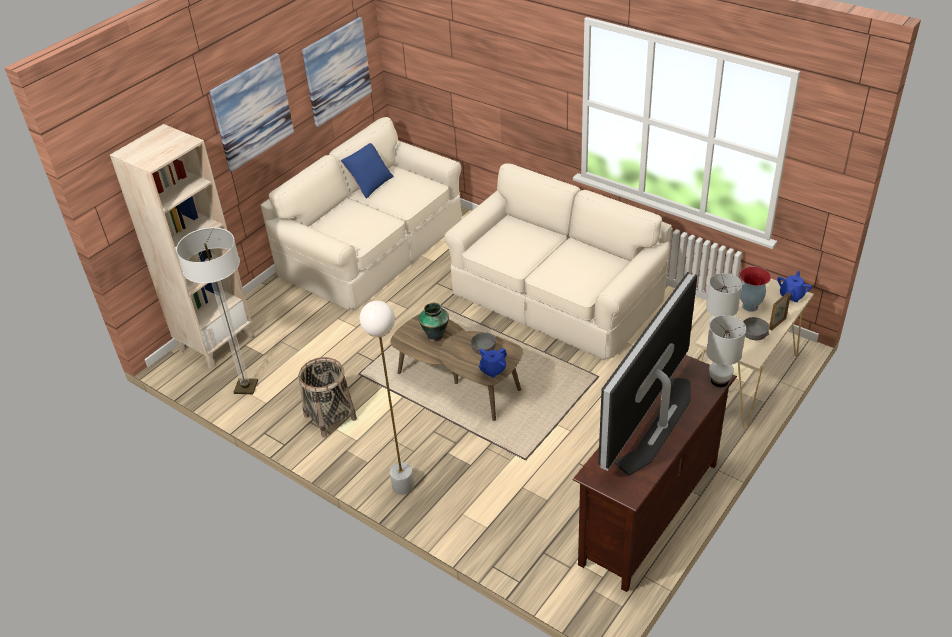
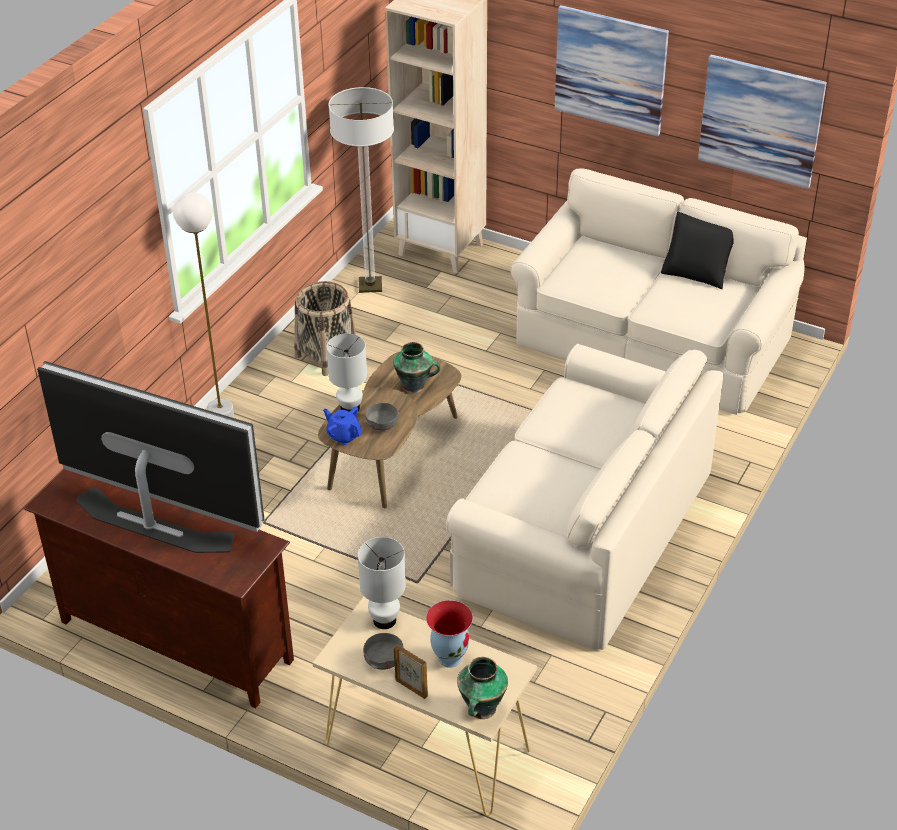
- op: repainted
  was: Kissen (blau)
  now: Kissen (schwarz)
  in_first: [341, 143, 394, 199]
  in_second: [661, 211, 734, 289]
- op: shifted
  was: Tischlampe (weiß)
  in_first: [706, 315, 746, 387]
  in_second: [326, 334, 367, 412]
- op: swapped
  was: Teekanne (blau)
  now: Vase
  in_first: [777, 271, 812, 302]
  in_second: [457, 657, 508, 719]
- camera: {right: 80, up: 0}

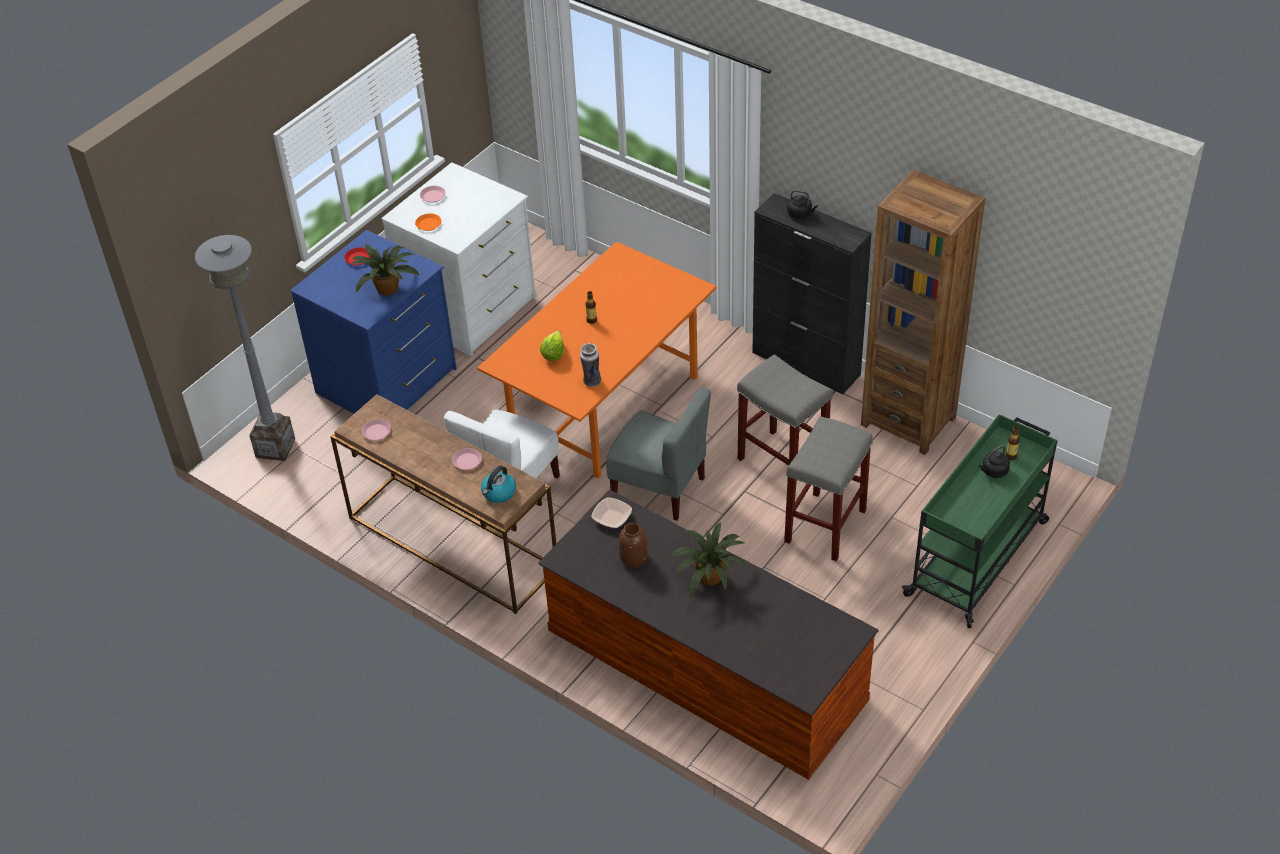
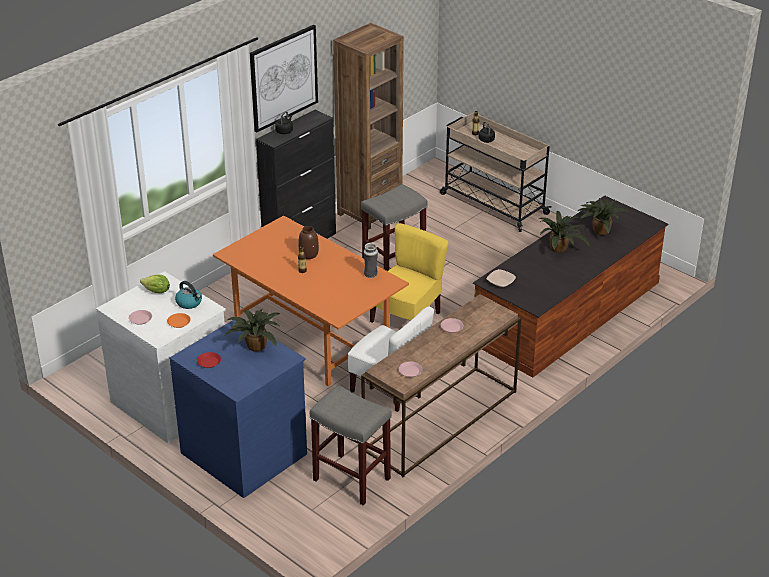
- op: gone
  was: Stehlampe (grau)
  in_first: [195, 235, 295, 461]
- op: shifted
  was: Wasserkessel
  in_first: [481, 466, 516, 503]
  in_second: [175, 281, 202, 309]
- op: shifted
  was: Salatkopf
  in_first: [540, 331, 564, 361]
  in_second: [140, 274, 170, 293]
- op: repainted
  was: Stuhl (grau)
  now: Stuhl (gelb)
  in_first: [606, 387, 711, 521]
  in_second: [370, 223, 449, 323]
- op: shifted
  was: Vase (braun)
  in_first: [618, 523, 648, 568]
  in_second: [299, 226, 319, 259]
- op: shifted
  was: Hocker (grau)
  in_first: [784, 416, 873, 561]
  in_second: [310, 385, 392, 505]
- op: repainted
  was: Rollwagen (grün)
  now: Rollwagen (beige)
  in_first: [902, 414, 1057, 628]
  in_second: [440, 112, 552, 232]
- op: new
  now: Bild
  in_second: [250, 25, 318, 133]
- op: new
  now: Topfpflanze
  in_second: [578, 198, 628, 235]
- camera: {right: -85, up: -10}

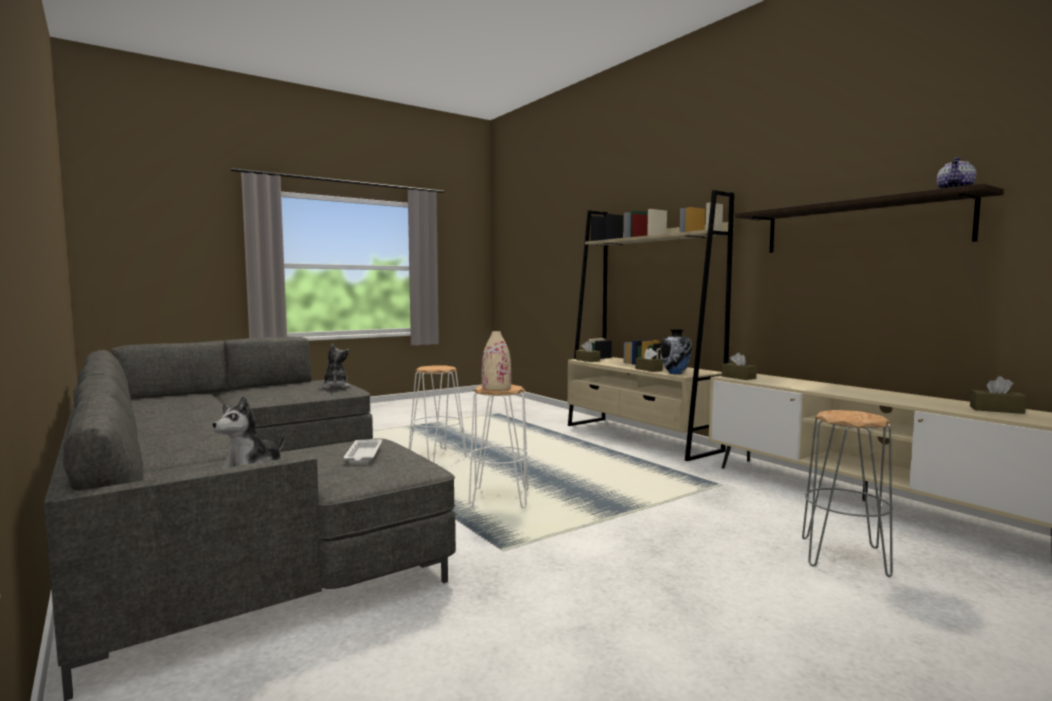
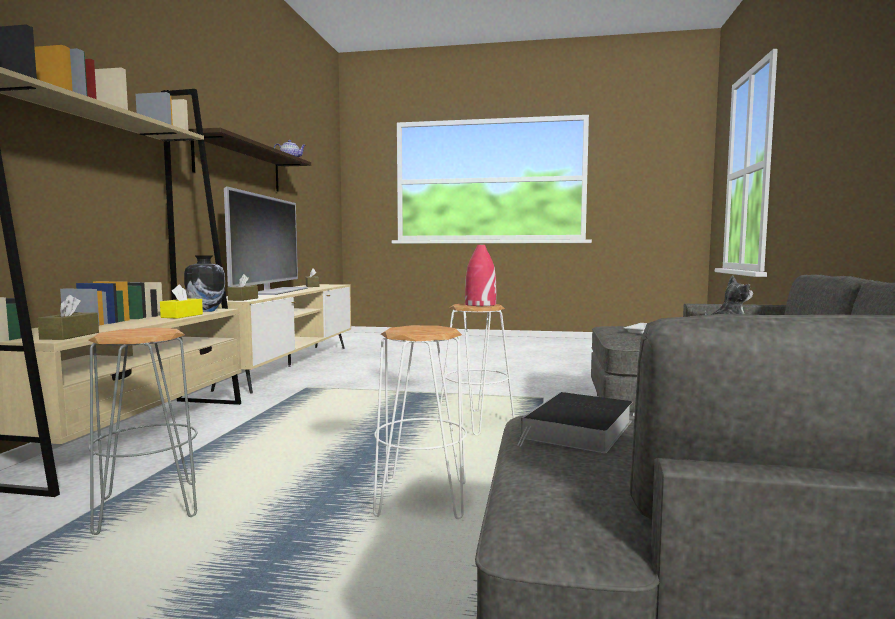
- op: swapped
  was: Plüschtier
  now: Buch
  in_first: [322, 344, 350, 389]
  in_second: [517, 392, 632, 454]
- op: repainted
  was: Vase (beige)
  now: Vase (rot)
  in_first: [482, 331, 511, 390]
  in_second: [465, 245, 496, 306]
- op: repainted
  was: Taschentuchbox (braun)
  now: Taschentuchbox (gelb)
  in_first: [635, 348, 663, 372]
  in_second: [160, 284, 203, 318]
- op: shifted
  was: Hocker (grau)
  in_first: [802, 410, 893, 577]
  in_second: [88, 328, 197, 535]
- op: new
  now: Fernseher
  in_second: [224, 186, 307, 295]
- camera: {right: -135, up: 0}

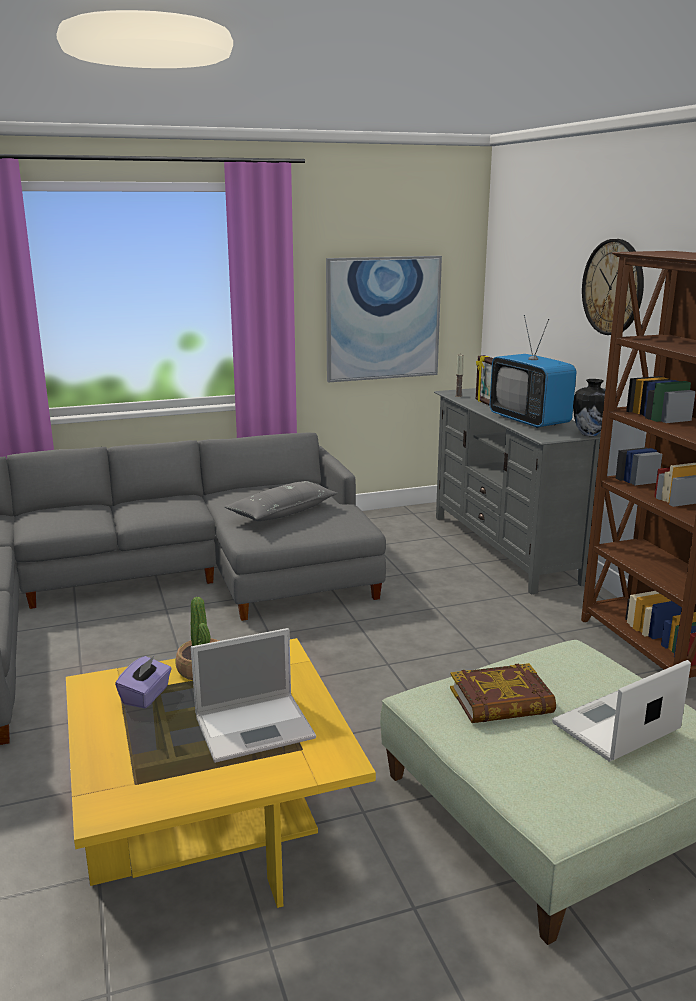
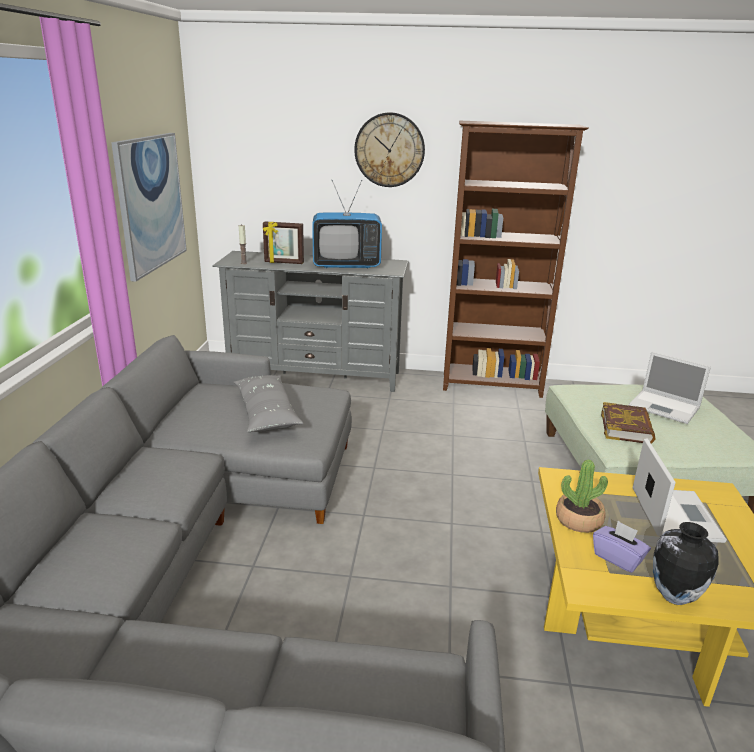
- op: rotated
  was: Laptop
  in_first: [552, 660, 691, 762]
  in_second: [628, 352, 711, 424]
  clockwise: -45
- op: shifted
  was: Vase
  in_first: [573, 379, 605, 436]
  in_second: [653, 522, 719, 605]
- camera: {right: -65, up: 5}

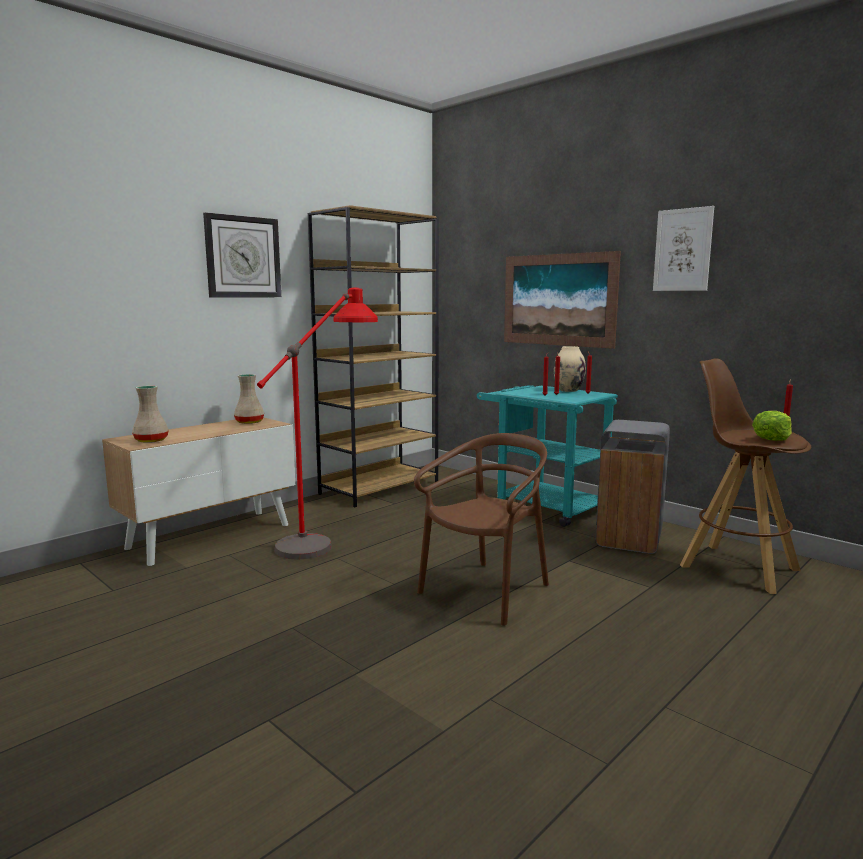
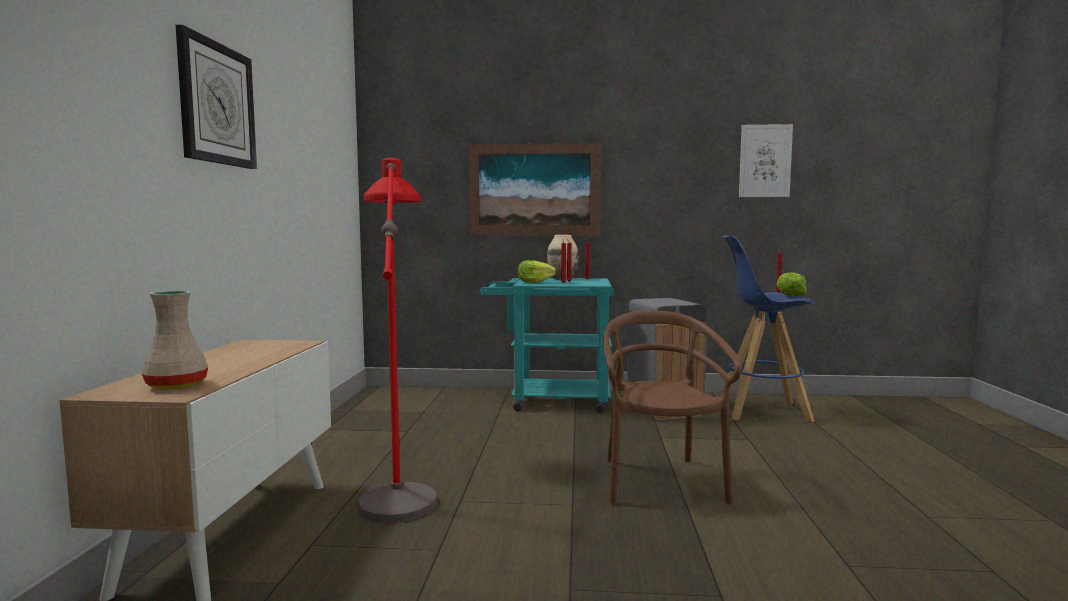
- op: gone
  was: Vase (beige)
  in_first: [234, 374, 264, 424]
- op: gone
  was: Bücherregal (braun)
  in_first: [308, 205, 439, 507]
- op: shifted
  was: Bild
  in_first: [653, 206, 714, 291]
  in_second: [739, 124, 793, 197]
- op: repainted
  was: Hocker (braun)
  now: Hocker (blau)
  in_first: [680, 358, 811, 594]
  in_second: [721, 235, 815, 422]
- op: new
  now: Salatkopf
  in_second: [518, 260, 556, 283]
- camera: {right: -40, up: -5}

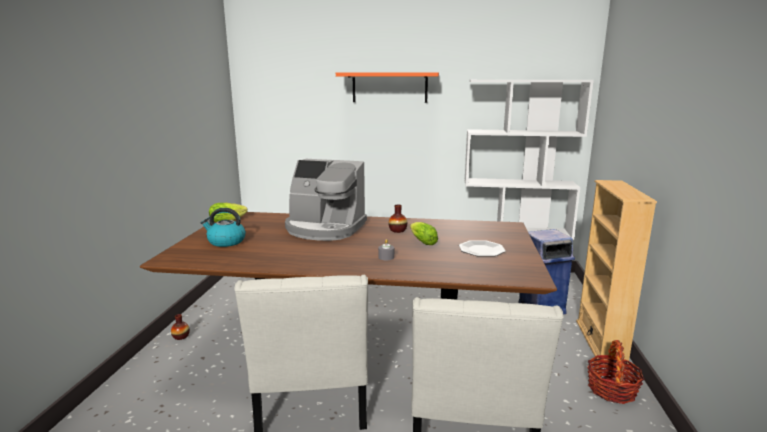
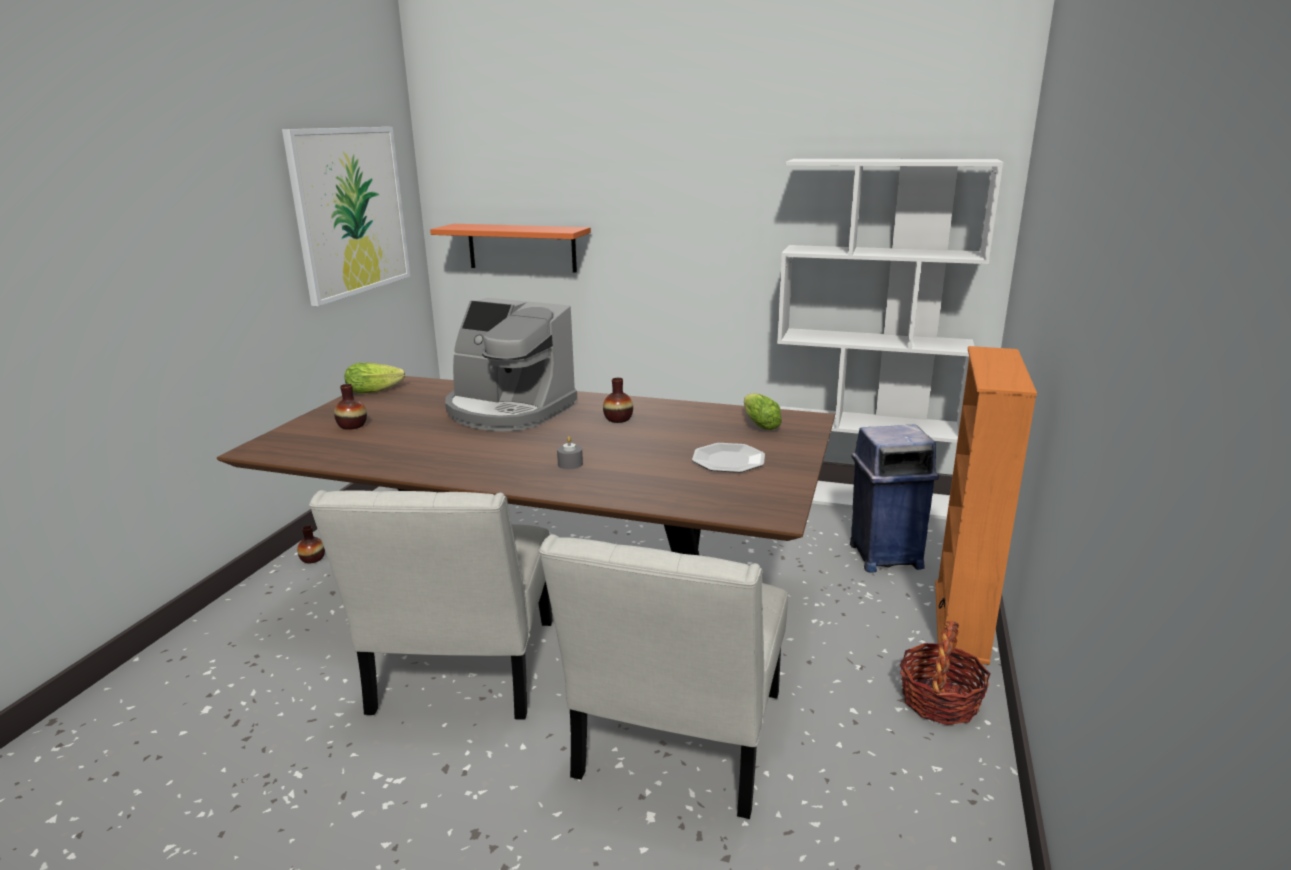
- op: swapped
  was: Wasserkessel
  now: Vase
  in_first: [201, 208, 246, 247]
  in_second: [334, 384, 367, 430]
- op: shifted
  was: Wandregal (orange)
  in_first: [336, 72, 439, 103]
  in_second: [430, 224, 591, 273]
- op: shifted
  was: Salatkopf
  in_first: [410, 222, 438, 245]
  in_second: [744, 393, 782, 430]
- op: repainted
  was: Bücherregal (beige)
  now: Bücherregal (orange)
  in_first: [576, 180, 657, 364]
  in_second: [935, 346, 1037, 665]
- op: new
  now: Bild
  in_second: [282, 127, 410, 306]
- camera: {right: 10, up: 5}

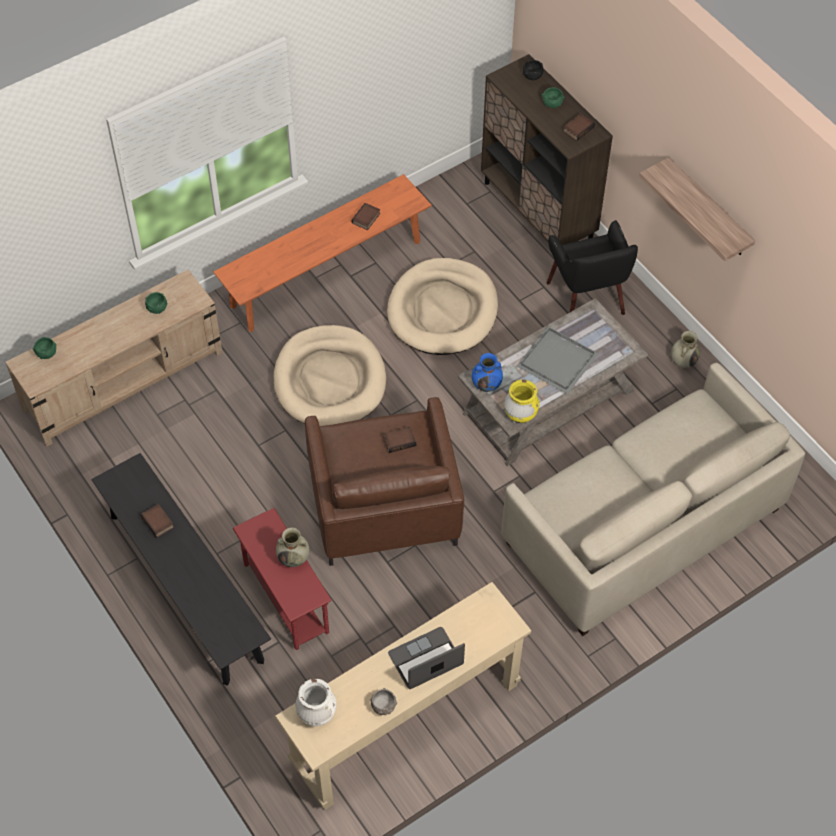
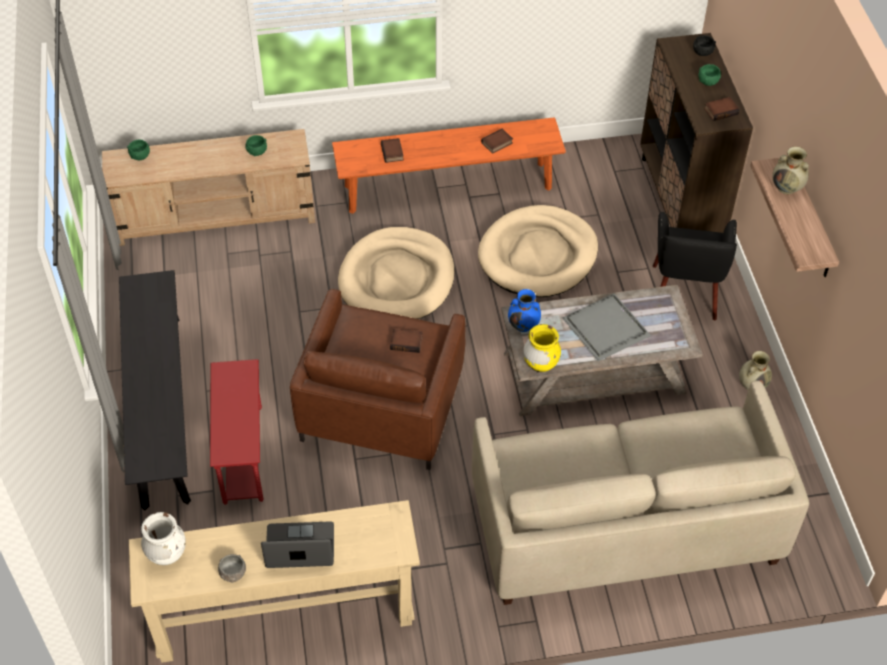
- op: shifted
  was: Buch
  in_first: [141, 504, 174, 538]
  in_second: [381, 138, 404, 163]
- op: shifted
  was: Vase (beige)
  in_first: [276, 527, 309, 567]
  in_second: [772, 146, 809, 194]
- camera: {right: 25, up: -5}

